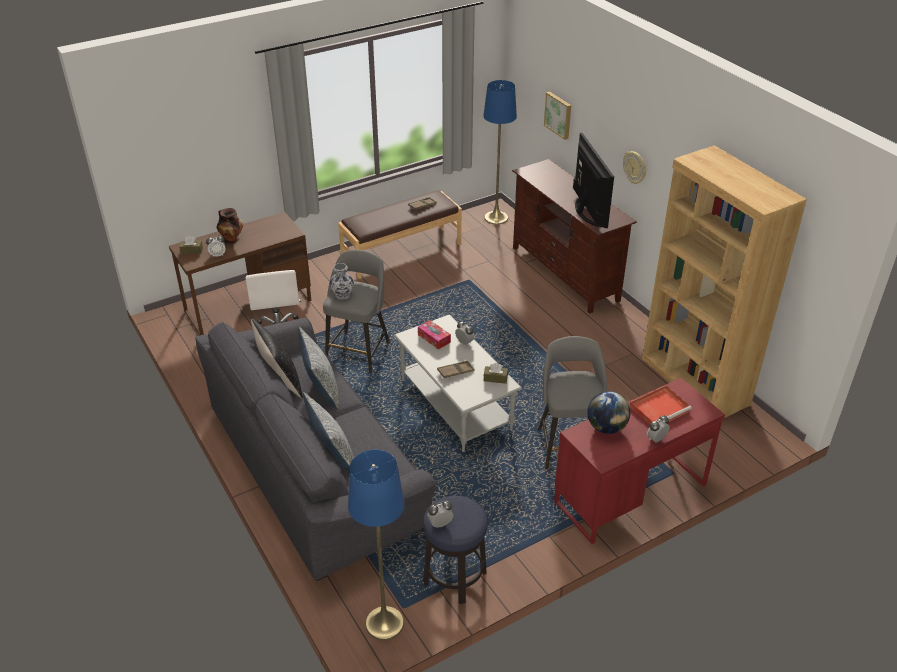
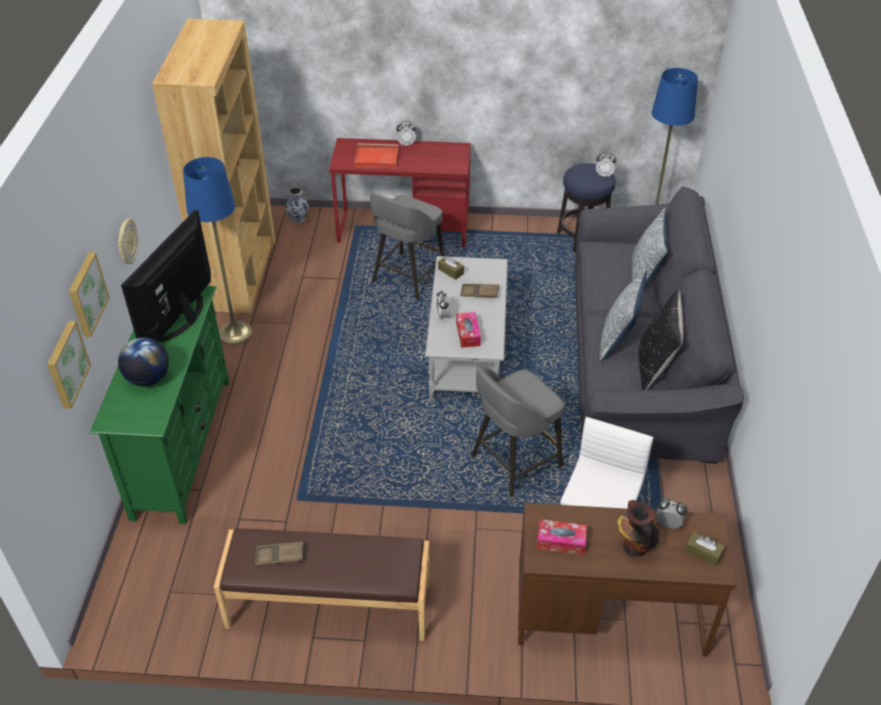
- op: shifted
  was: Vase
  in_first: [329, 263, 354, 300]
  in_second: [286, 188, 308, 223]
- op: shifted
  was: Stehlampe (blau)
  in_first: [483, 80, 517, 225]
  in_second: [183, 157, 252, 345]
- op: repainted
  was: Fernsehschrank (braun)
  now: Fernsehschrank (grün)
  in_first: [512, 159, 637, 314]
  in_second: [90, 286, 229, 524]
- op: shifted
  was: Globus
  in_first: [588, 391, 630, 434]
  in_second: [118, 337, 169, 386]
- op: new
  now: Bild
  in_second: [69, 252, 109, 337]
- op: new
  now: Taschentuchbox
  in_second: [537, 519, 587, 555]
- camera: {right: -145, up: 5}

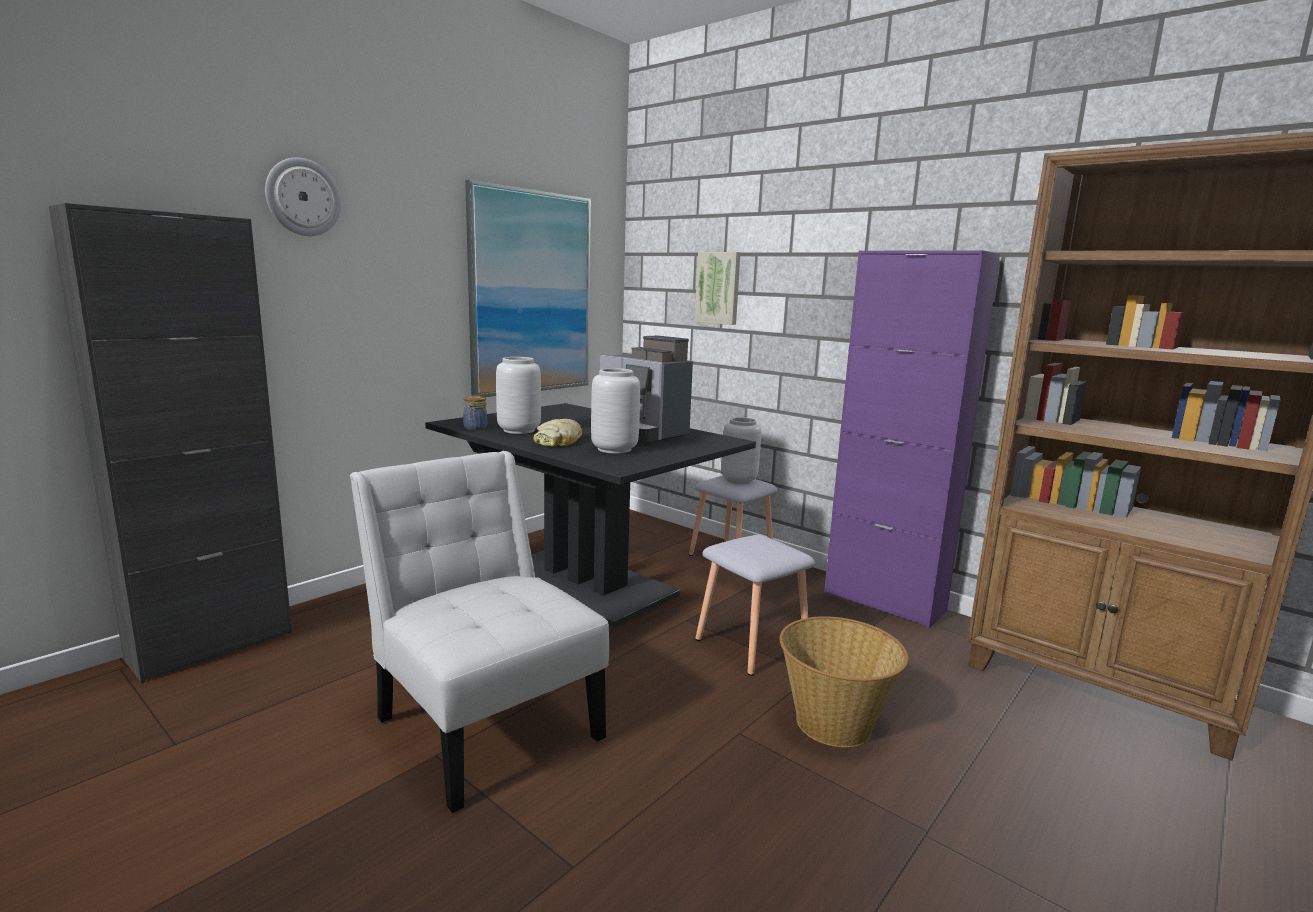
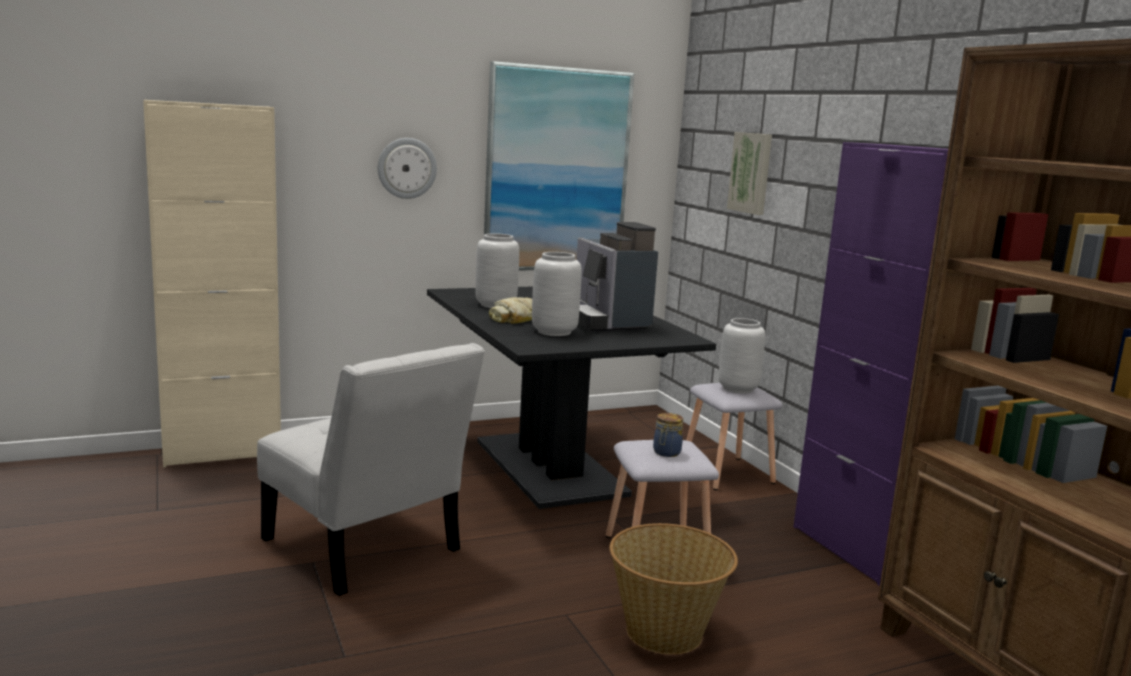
- op: repainted
  was: Schrank (schwarz)
  now: Schrank (beige)
  in_first: [49, 203, 292, 683]
  in_second: [143, 100, 281, 467]
- op: shifted
  was: Wanduhr
  in_first: [265, 157, 341, 236]
  in_second: [378, 138, 437, 199]
- op: rotated
  was: Stuhl (weiß)
  in_first: [350, 451, 609, 813]
  in_second: [257, 343, 485, 596]
  clockwise: 150
- op: shifted
  was: Vorratsglas
  in_first: [463, 396, 487, 430]
  in_second: [653, 413, 683, 457]
- camera: {right: 25, up: 0}

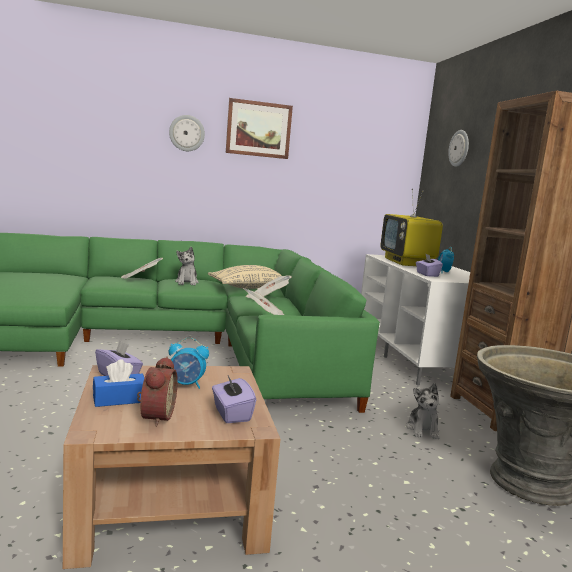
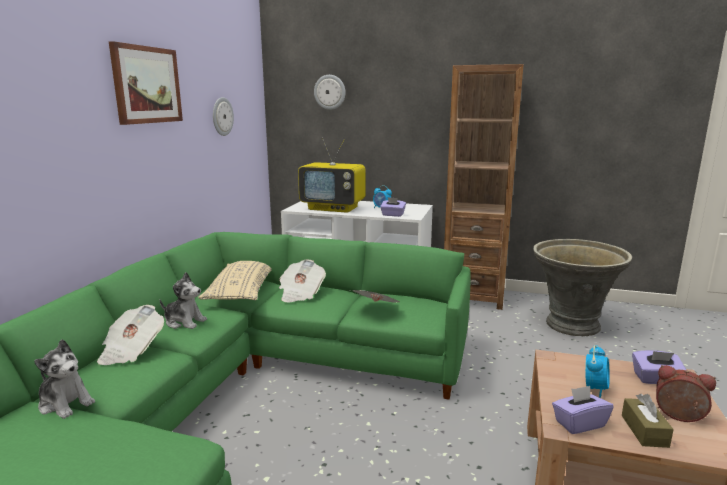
- op: repainted
  was: Taschentuchbox (blau)
  now: Taschentuchbox (braun)
  in_first: [93, 359, 144, 407]
  in_second: [622, 394, 674, 448]
- op: shifted
  was: Wanduhr
  in_first: [169, 115, 205, 151]
  in_second: [213, 97, 234, 136]
- op: shifted
  was: Plüschtier
  in_first: [406, 383, 439, 439]
  in_second: [34, 339, 95, 419]
- camera: {right: -60, up: 5}

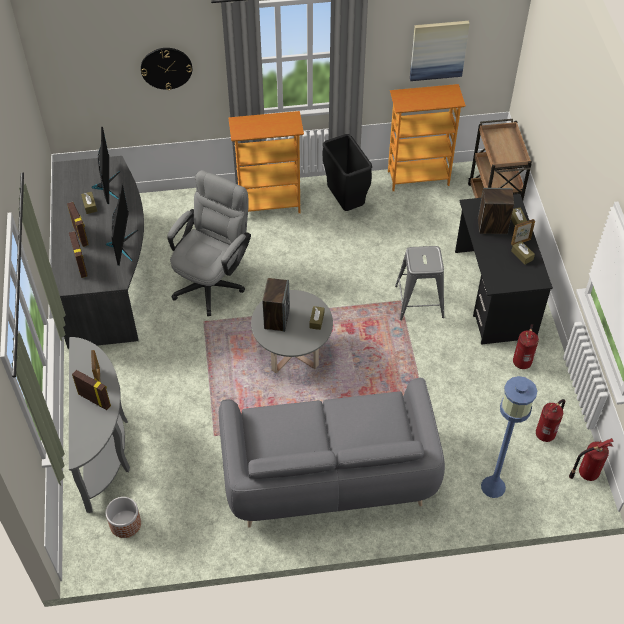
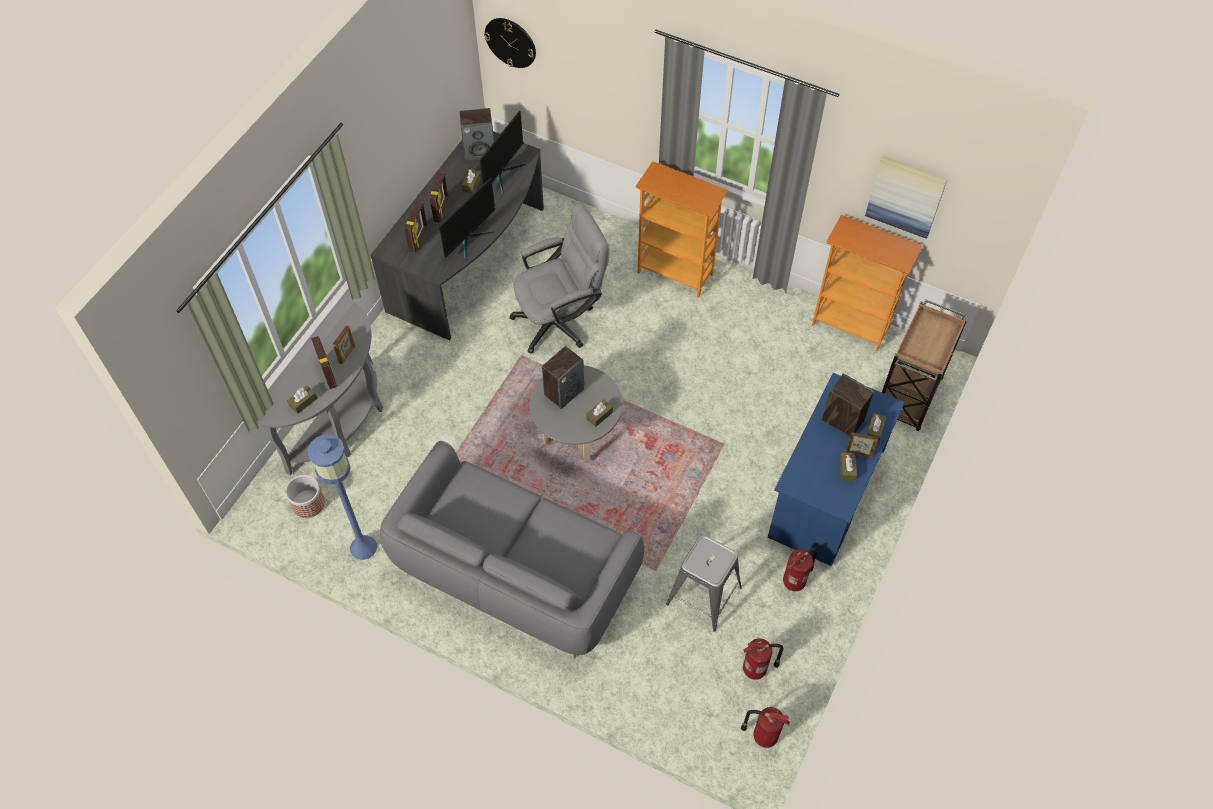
- op: shifted
  was: Wanduhr
  in_first: [141, 48, 192, 90]
  in_second: [484, 18, 536, 68]
- op: gone
  was: Mülleimer (schwarz)
  in_first: [322, 134, 372, 211]
- op: shifted
  was: Hocker (grau)
  in_first: [395, 246, 444, 320]
  in_second: [666, 535, 742, 632]
- op: repainted
  was: Schreibtisch (schwarz)
  now: Schreibtisch (blau)
  in_first: [455, 194, 553, 345]
  in_second: [768, 373, 905, 566]
- op: shifted
  was: Stehlampe (blau)
  in_first: [481, 376, 537, 498]
  in_second: [308, 434, 377, 560]
- op: new
  now: Taschentuchbox (braun)
  in_second: [287, 385, 317, 414]
- op: new
  now: Lautsprecher
  in_second: [459, 108, 494, 161]
- camera: {right: 35, up: 5}

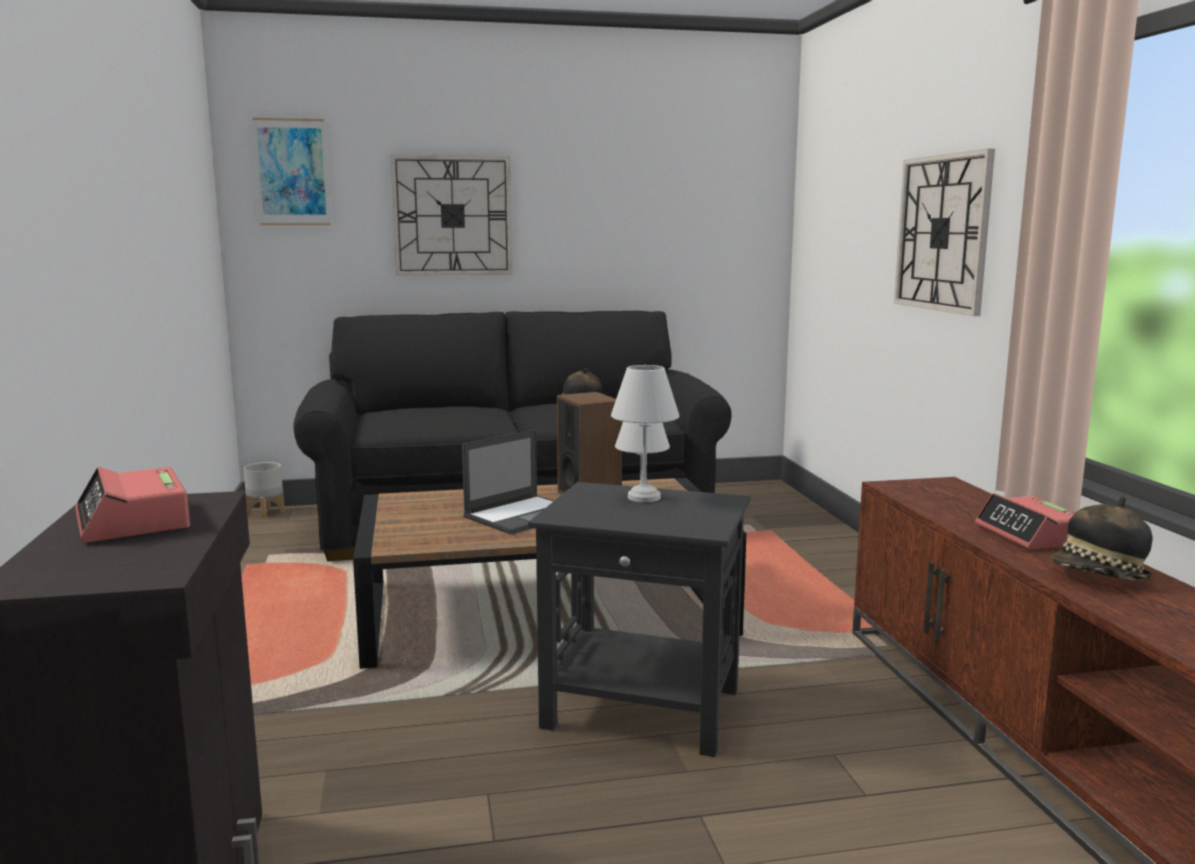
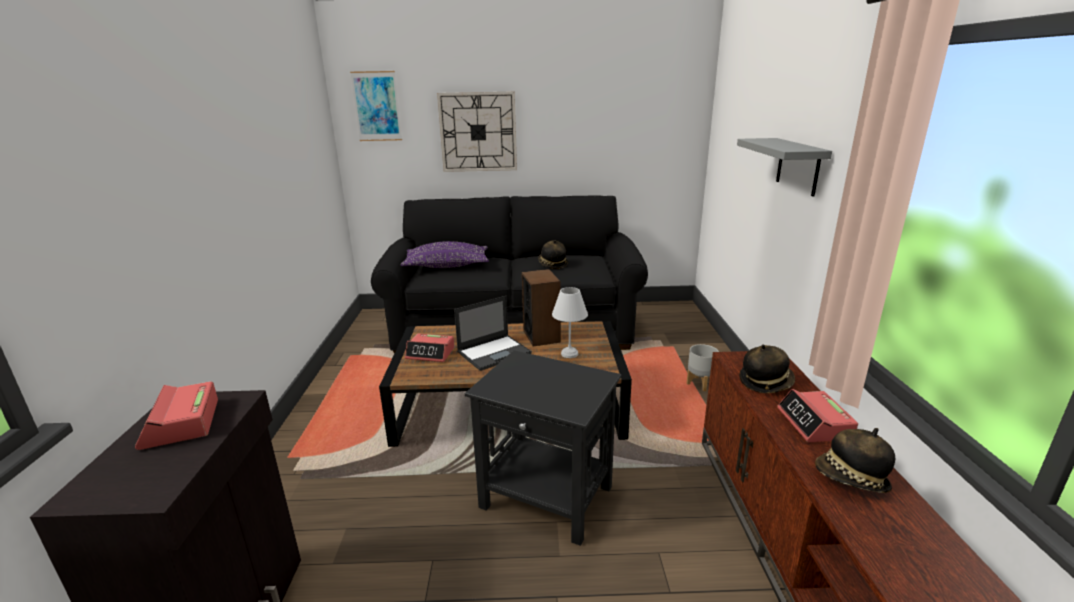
- op: shifted
  was: Pflanzkübel (grau)
  in_first: [244, 462, 285, 518]
  in_second: [687, 344, 719, 391]
- op: gone
  was: Tischlampe (weiß)
  in_first: [611, 365, 679, 502]
- op: swapped
  was: Wanduhr
  now: Wandregal (grau)
  in_first: [894, 149, 995, 316]
  in_second: [737, 138, 832, 196]
- op: new
  now: Kissen (lila)
  in_second: [401, 241, 489, 268]
- op: new
  now: Wecker
  in_second: [405, 334, 455, 362]
- op: new
  now: Hut
  in_second: [739, 344, 795, 393]
- camera: {right: 10, up: 10}

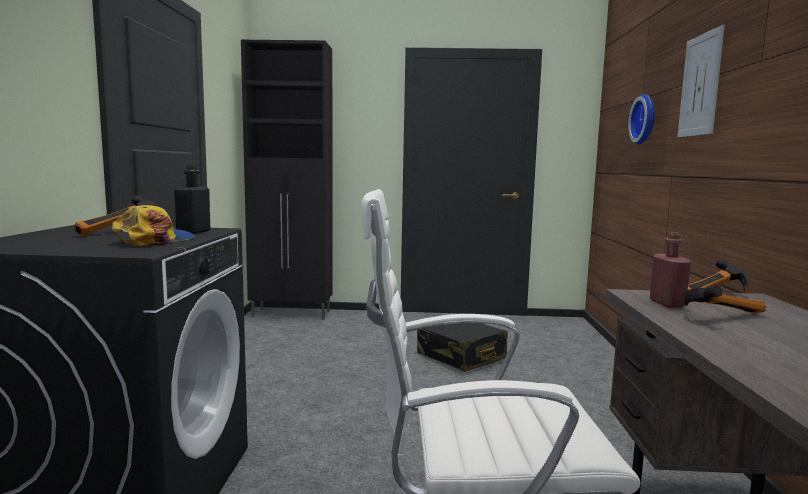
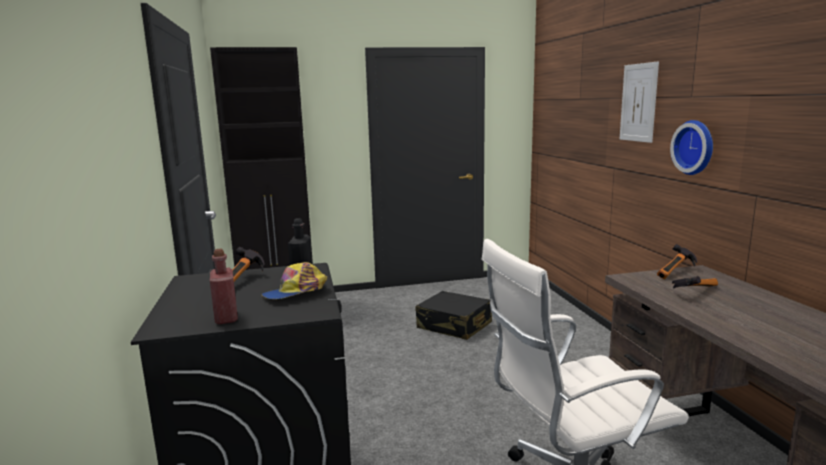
- op: rotated
  was: Kappe
  in_first: [112, 205, 195, 246]
  in_second: [261, 262, 327, 299]
  clockwise: -135
- op: shifted
  was: Wanduhr
  in_first: [628, 94, 655, 145]
  in_second: [670, 120, 713, 175]
- op: shifted
  was: Flasche (rot)
  in_first: [650, 232, 691, 307]
  in_second: [210, 248, 238, 324]
- camera: {right: -15, up: 5}

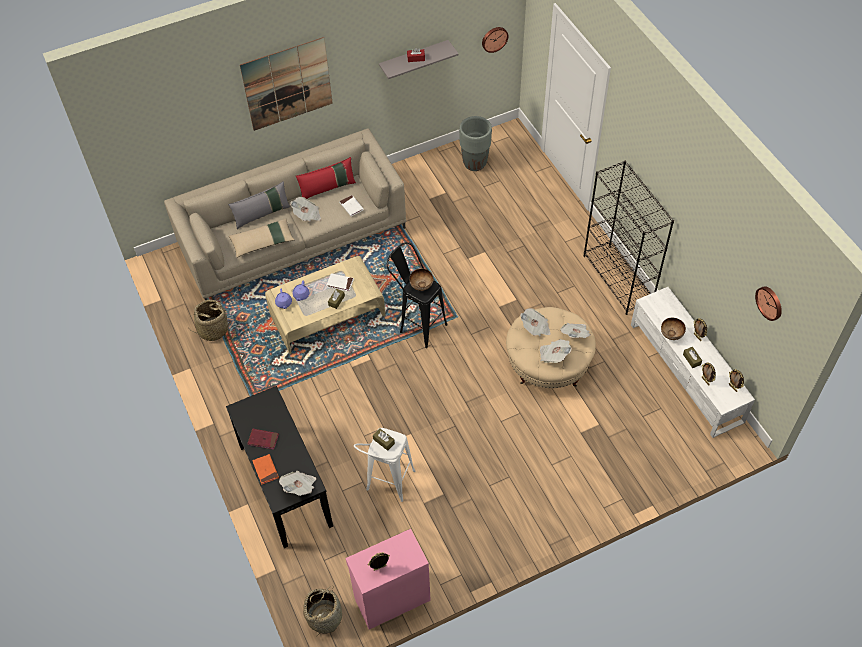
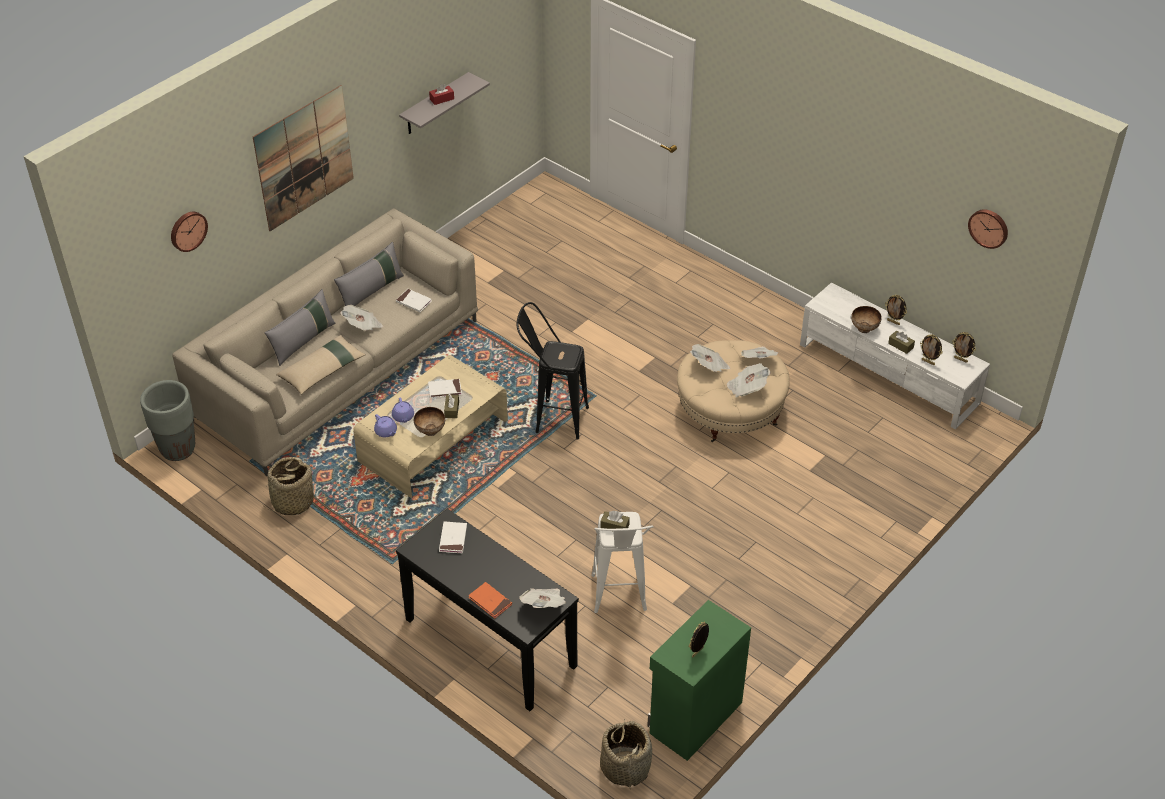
- op: gone
  was: Buch (rot)
  in_first: [247, 429, 279, 450]
- op: repainted
  was: Kissen (rot)
  now: Kissen (grau)
  in_first: [296, 157, 356, 199]
  in_second: [334, 242, 404, 306]
- op: repainted
  was: Schrank (rosa)
  now: Schrank (grün)
  in_first: [346, 529, 431, 629]
  in_second: [647, 600, 751, 761]
- op: shifted
  was: Schüssel
  in_first: [409, 269, 433, 291]
  in_second: [414, 407, 445, 436]
- op: shifted
  was: Pflanzkübel (grau)
  in_first: [459, 116, 492, 171]
  in_second: [140, 380, 195, 461]
- op: shifted
  was: Wanduhr
  in_first: [482, 27, 508, 53]
  in_second: [171, 212, 208, 252]
- op: gone
  was: Bücherregal (schwarz)
  in_first: [583, 161, 674, 315]
- op: new
  now: Buch (weiß)
  in_second: [439, 521, 467, 554]
- camera: {right: -25, up: -10}

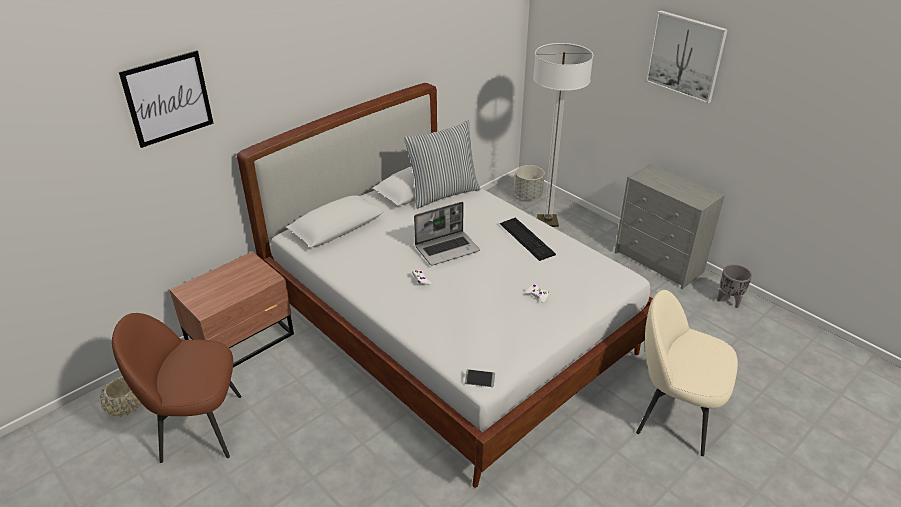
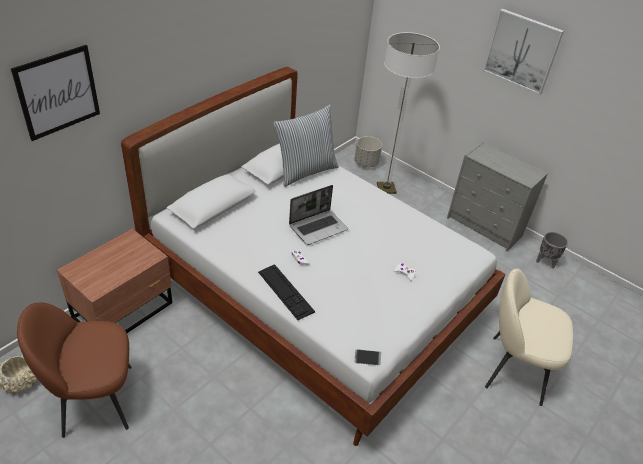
- op: shifted
  was: Tastatur
  in_first: [500, 217, 556, 261]
  in_second: [258, 264, 315, 320]
- camera: {right: -10, up: 5}

